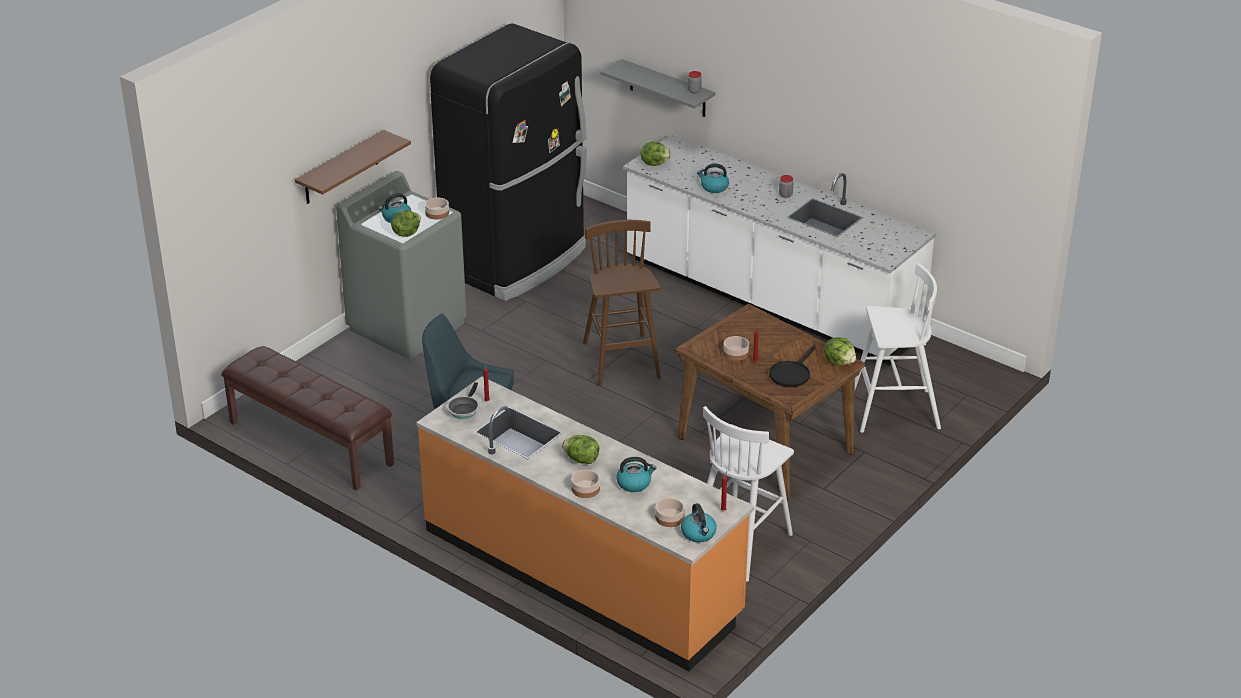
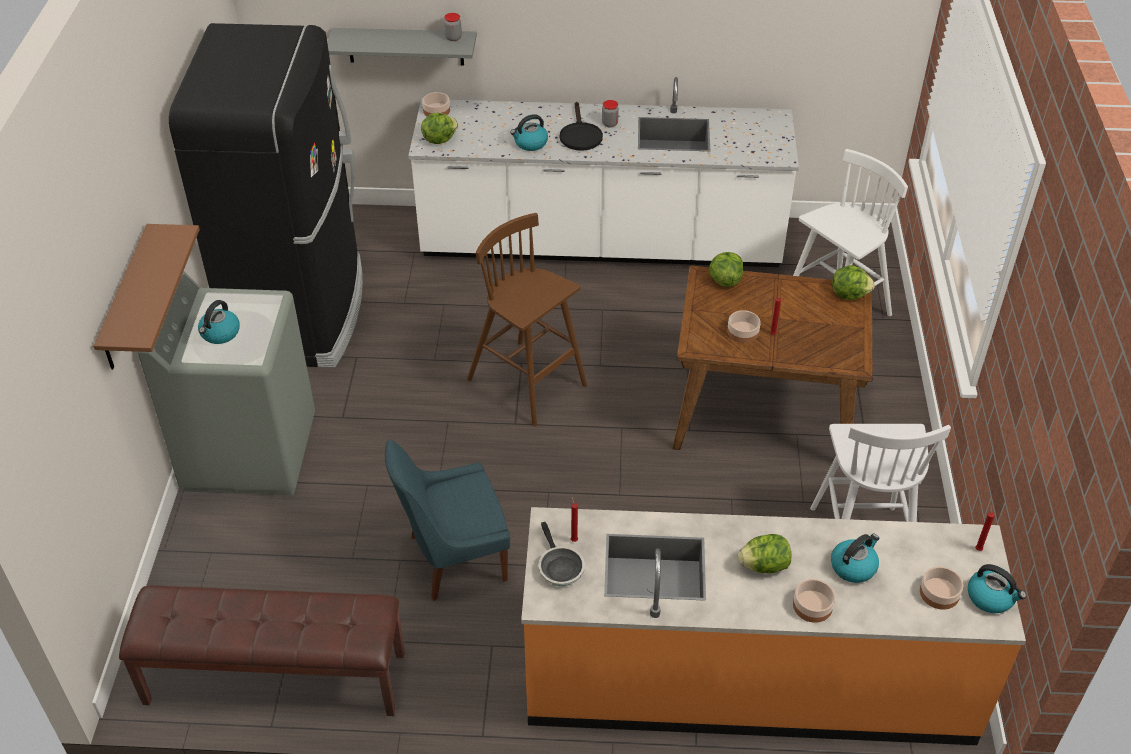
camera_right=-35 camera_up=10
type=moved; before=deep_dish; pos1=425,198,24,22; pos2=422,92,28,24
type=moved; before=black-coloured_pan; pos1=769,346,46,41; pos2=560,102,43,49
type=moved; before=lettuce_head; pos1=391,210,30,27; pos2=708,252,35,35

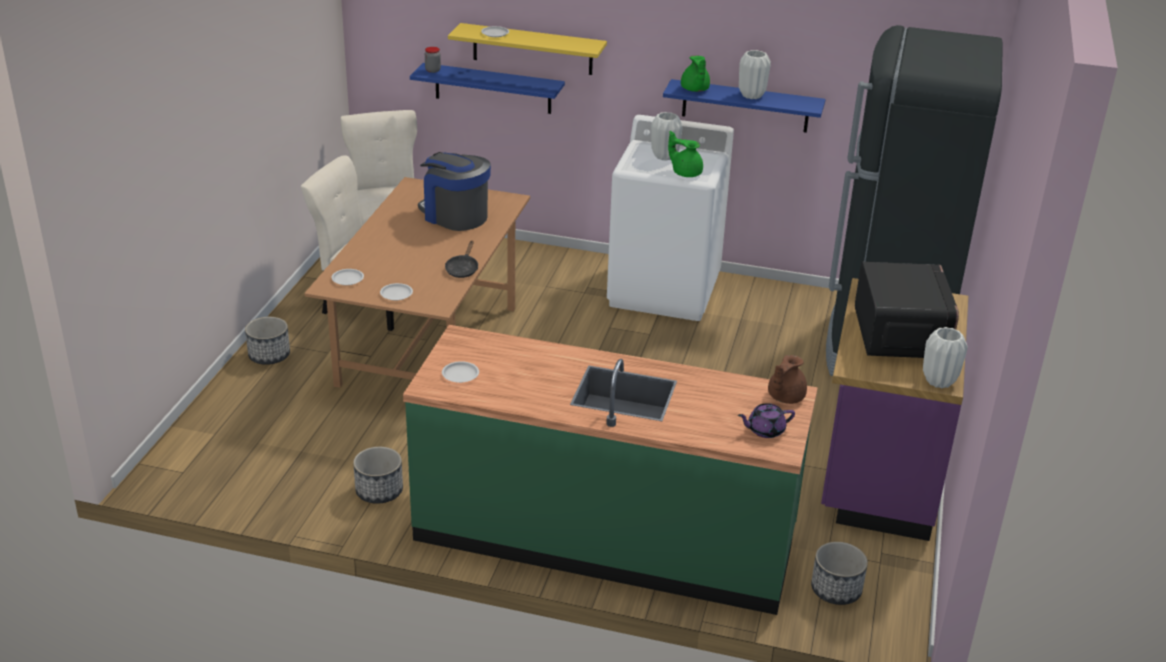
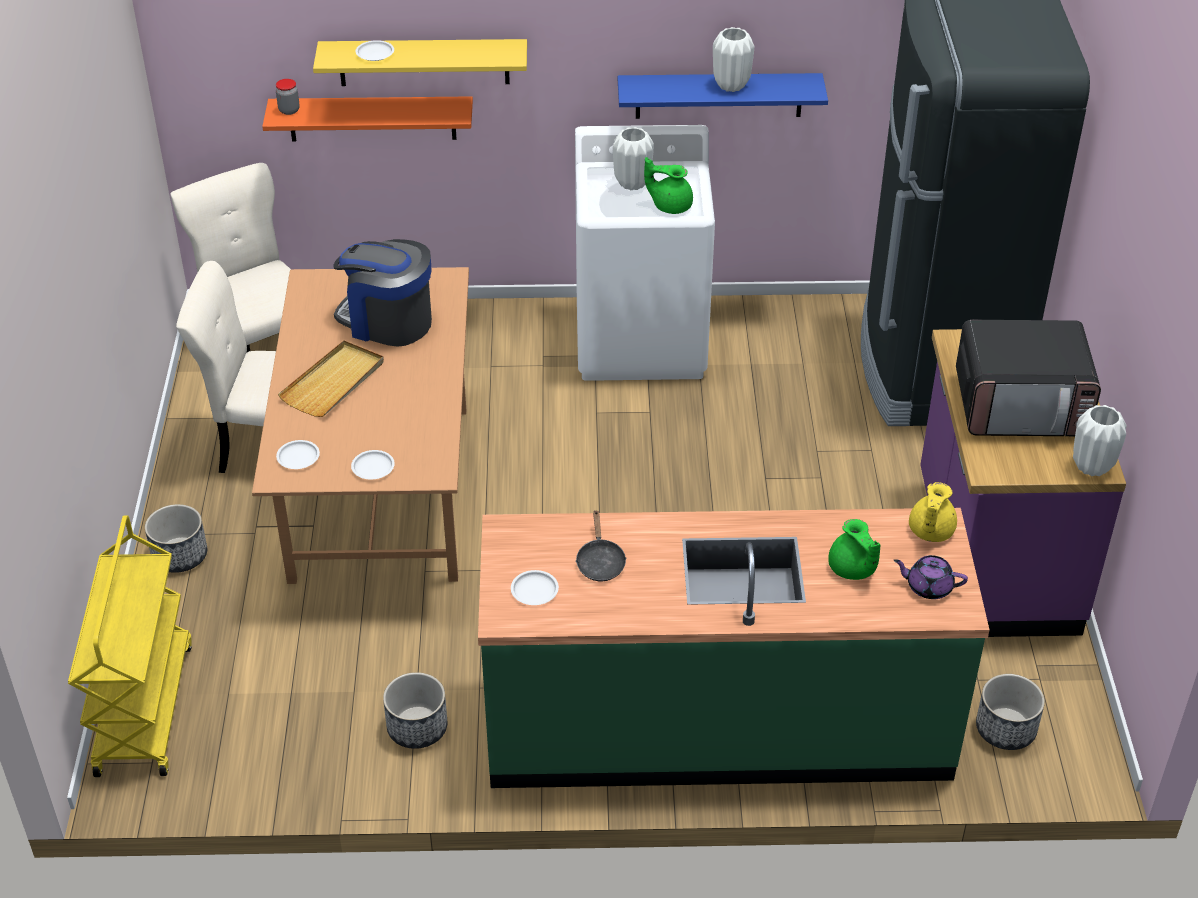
camera_right=-15 camera_up=10
type=added; after=yellow-coloured_wheeled_cart; pos2=68,515,124,262
type=recoloured; before=bluish_wall_shelf; after=orange-coloured_wall_shelf; pos1=410,63,155,51; pos2=262,96,211,46
type=added; after=beige_tray; pos2=278,340,106,77
type=moved; before=black-coloured_pan; pos1=445,241,33,37; pos2=575,510,52,71
type=moved; before=green-coloured_pot_for_tea; pos1=681,55,29,37; pos2=828,519,53,61
type=turned; before=purple_pot_for_tea; pos1=738,403,57,35; pos2=894,555,74,44; turn=45
type=recoloured; before=brown_pot_for_tea; after=yellow-coloured_pot_for_tea; pos1=768,355,39,49; pos2=909,482,48,60
type=turned; before=microwave; pos1=855,262,104,96; pos2=956,320,145,116; turn=105

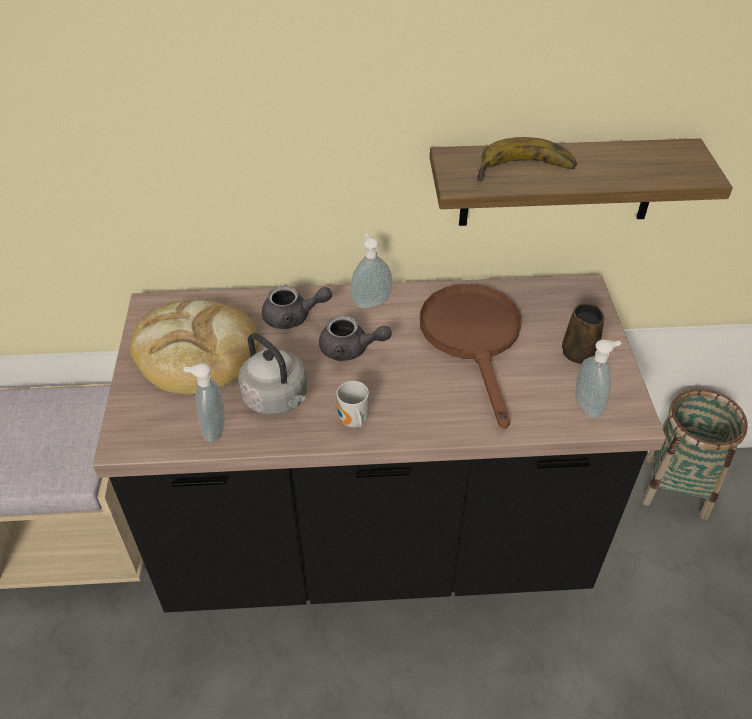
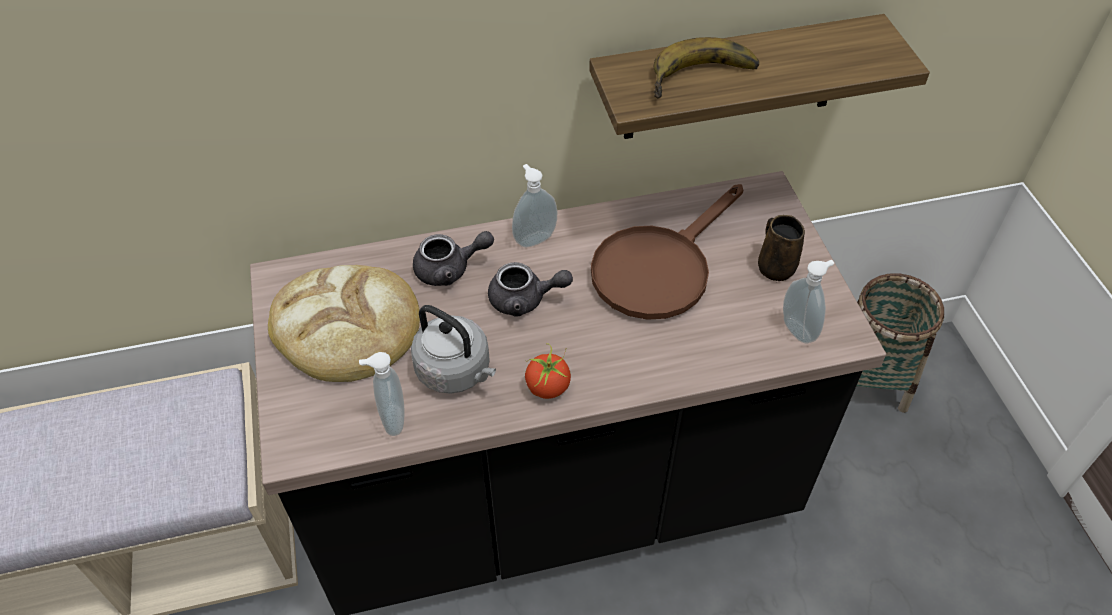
camera_right=-10 camera_up=5
type=replaced; before=tea_mug; after=whole_tomato; pos1=336,381,33,46; pos2=525,343,46,56
type=turned; before=brown_pan; pos1=420,284,102,145; pos2=591,184,152,136; turn=-120

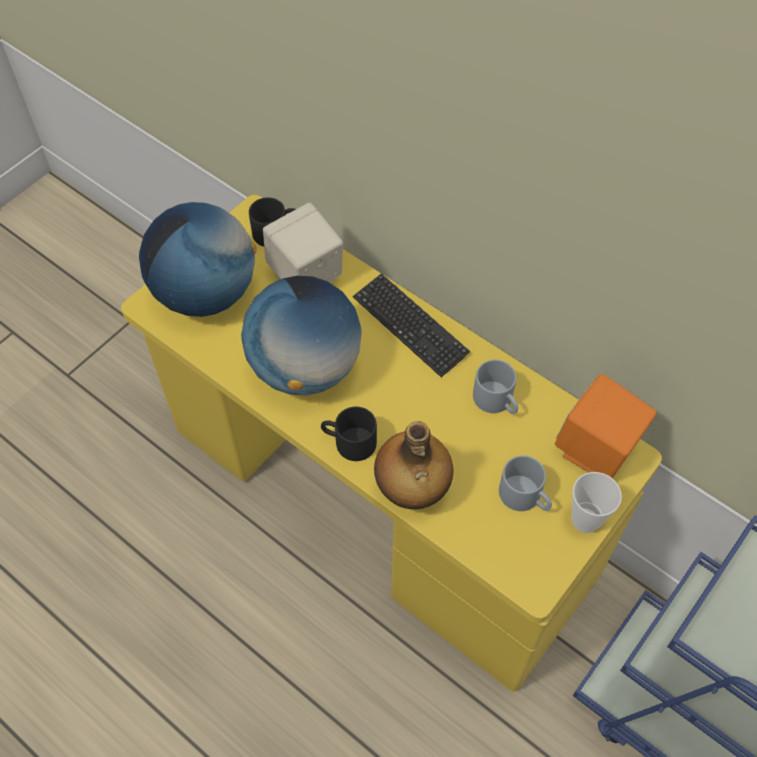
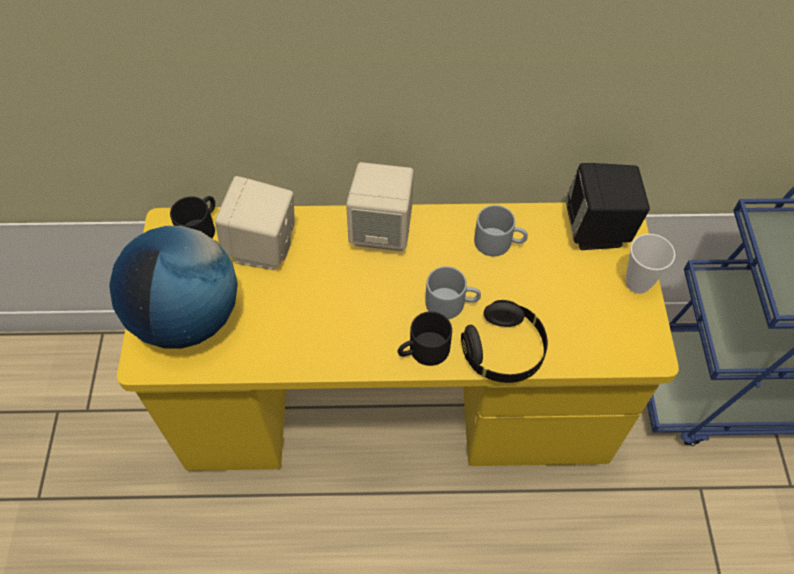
camera_right=-40 camera_up=0
type=replaced; before=computer_keyboard; after=beige_loudspeaker; pos1=353,273,117,104; pos2=346,162,68,89
type=moved; before=grey_tea_mug; pos1=499,455,53,56; pos2=425,266,56,53
type=replaced; before=bottle; after=black-coloured_headphones; pos1=374,421,79,88; pos2=461,300,87,83
type=recoloured; before=orange-coloured_loudspeaker; after=black-coloured_loudspeaker; pos1=555,374,102,104; pos2=565,163,85,87
type=removed; before=desk_globe; pos1=241,276,121,119

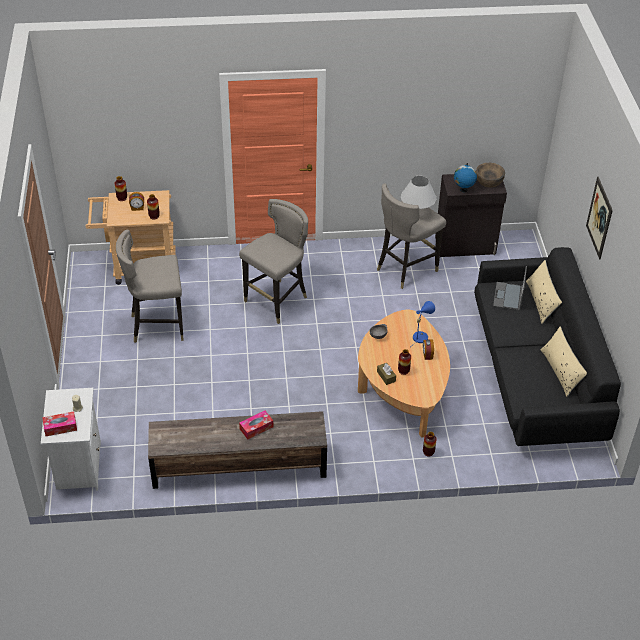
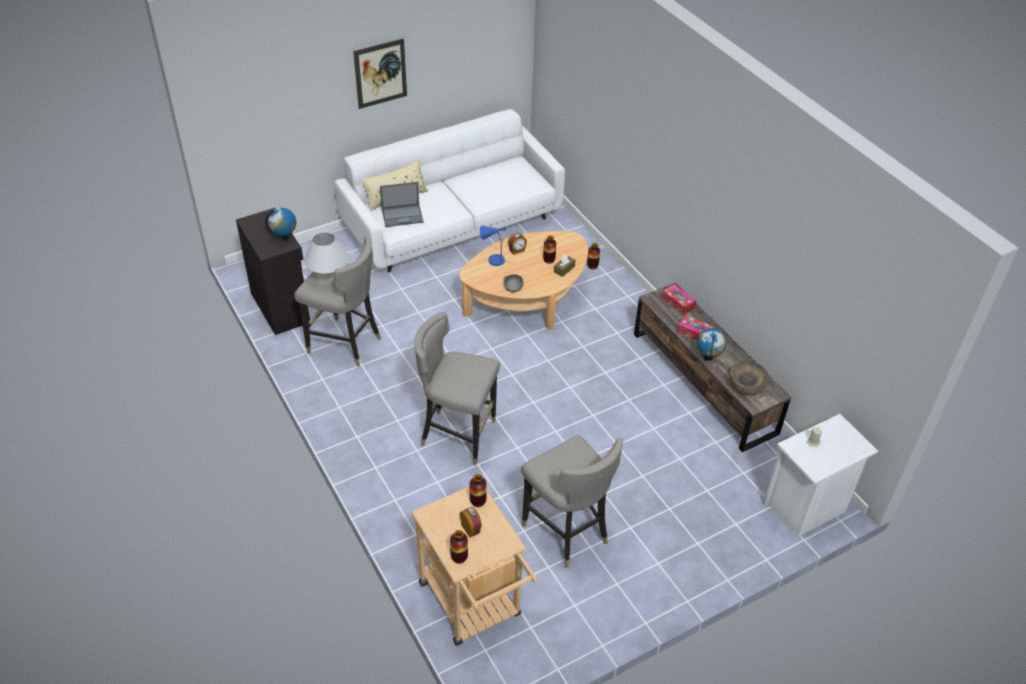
camera_right=-115 camera_up=0
type=recoloured; before=black-coloured_sofa; after=whitish_sofa; pos1=474,247,147,199; pos2=334,109,231,164
type=moved; before=tissue_holder; pos1=42,411,35,25; pos2=662,284,34,31
type=added; after=desk_globe; pos2=697,328,30,33
type=moved; before=brown_deep_dish; pos1=476,163,29,25; pos2=730,361,39,35
type=removed; before=beige_cushion; pos1=540,327,47,70

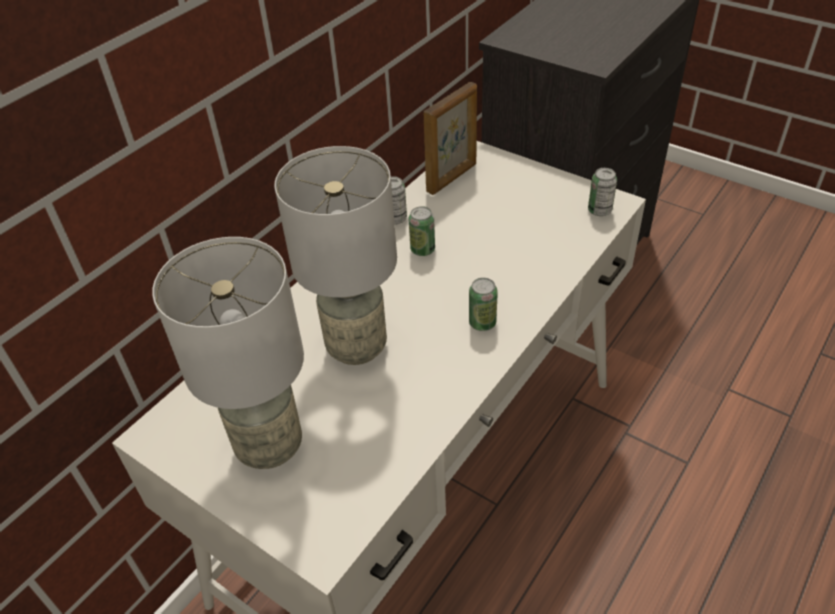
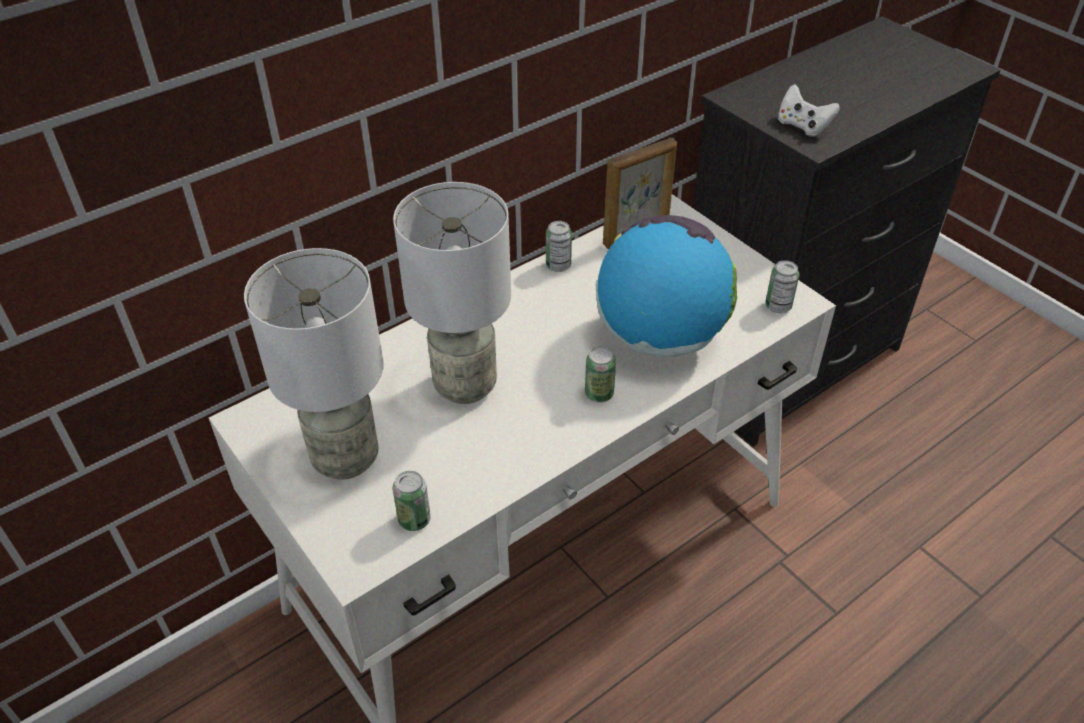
camera_right=15 camera_up=0
type=moved; before=sealed_can; pos1=409,206,26,50; pos2=393,471,38,60
type=added; after=desk_globe; pos2=596,215,141,142
type=added; after=whitish_gamepad; pos2=778,84,62,53

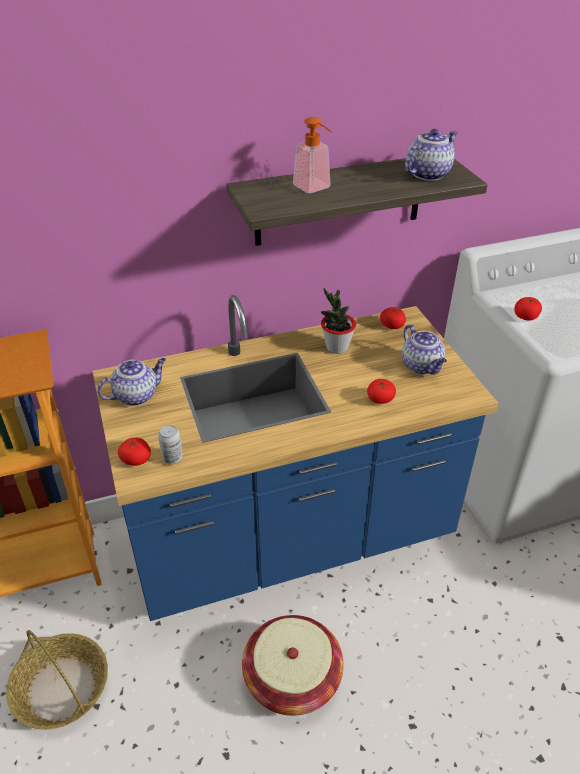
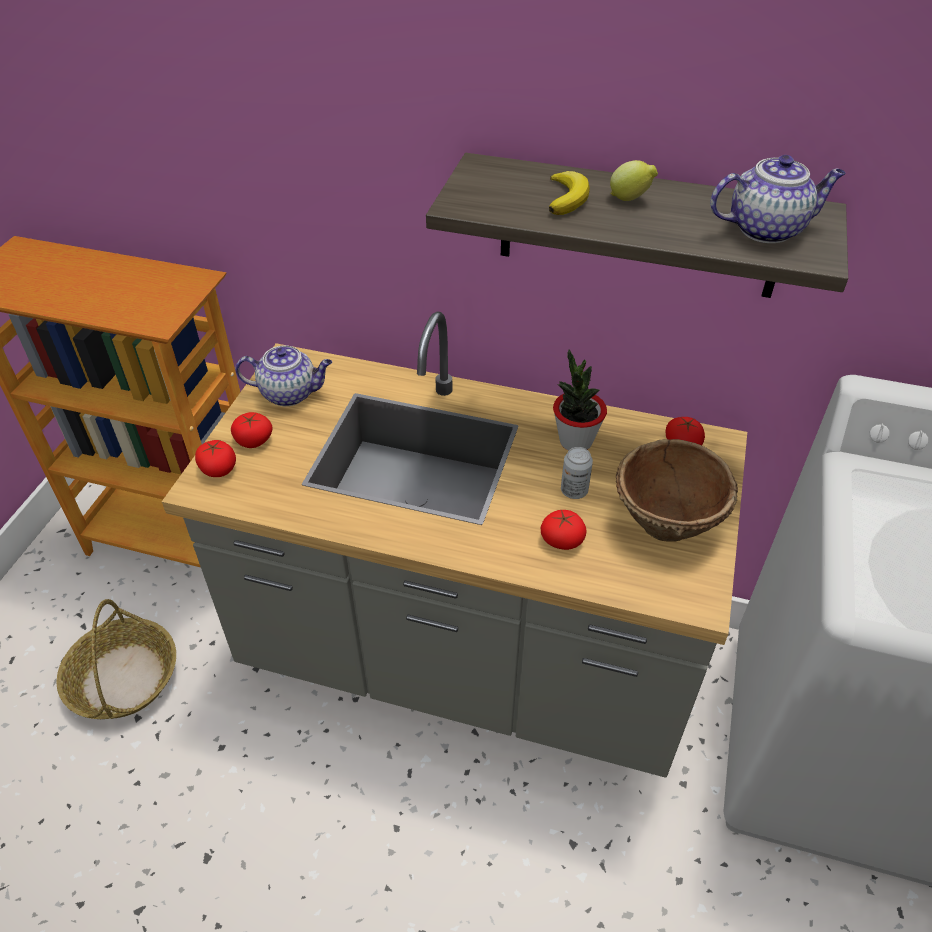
camera_right=35 camera_up=5
type=recoloured; before=bluish_kitchen_counter; after=grey_kitchen_counter; pos1=93,295,406,326; pos2=162,311,585,467
type=moved; before=whole_tomato; pos1=514,297,28,24; pos2=231,412,41,36
type=replaced; before=liquid_soap_bottle; after=banana_fruit; pos1=293,117,38,76; pos2=549,171,41,44
type=moved; before=sealed_can; pos1=158,425,25,39; pos2=561,447,32,52
type=added; after=lemon; pos2=610,160,48,41
type=replaced; before=pot_for_tea; after=brown_deep_dish; pos1=402,324,45,51; pos2=616,439,122,103
type=removed; before=storage_basket; pos1=242,615,101,101

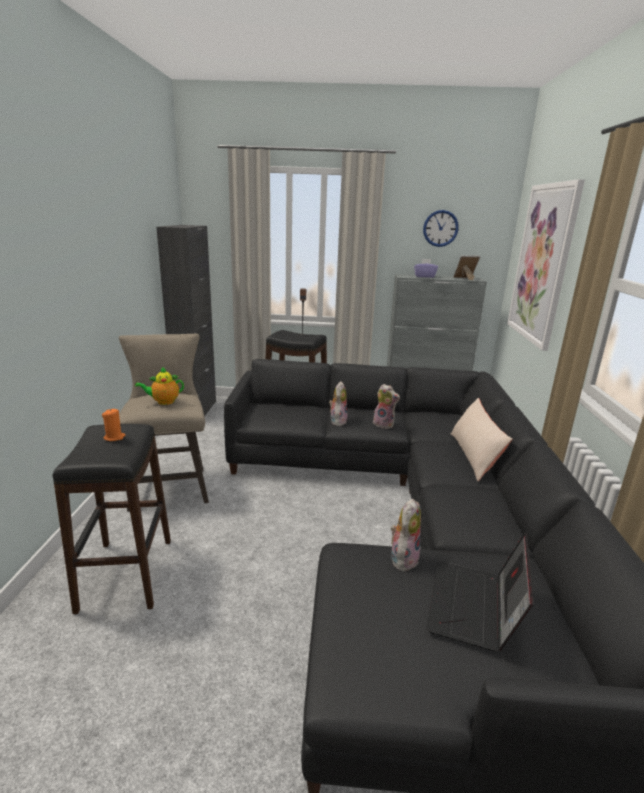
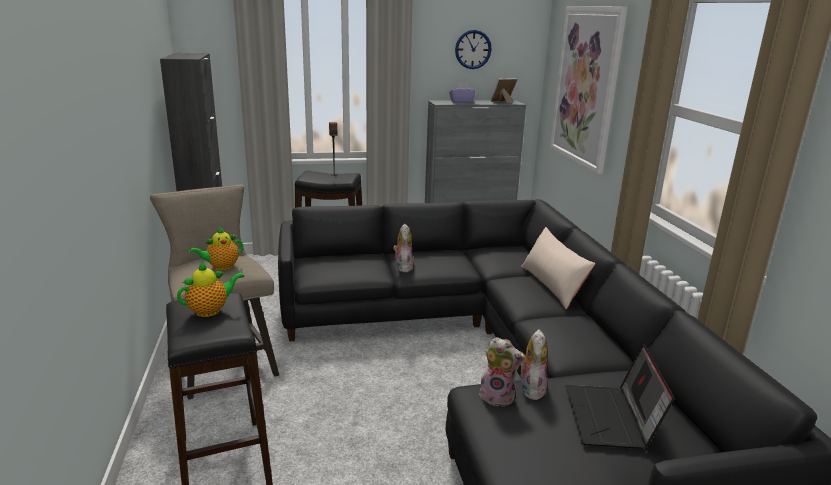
camera_right=-15 camera_up=0
type=replaced; before=orange-coloured_wax_candle; after=pot_for_tea; pos1=102,409,24,32; pos2=177,261,68,56
type=moved; before=cuddly_toy; pos1=373,384,27,45; pos2=479,337,47,70

